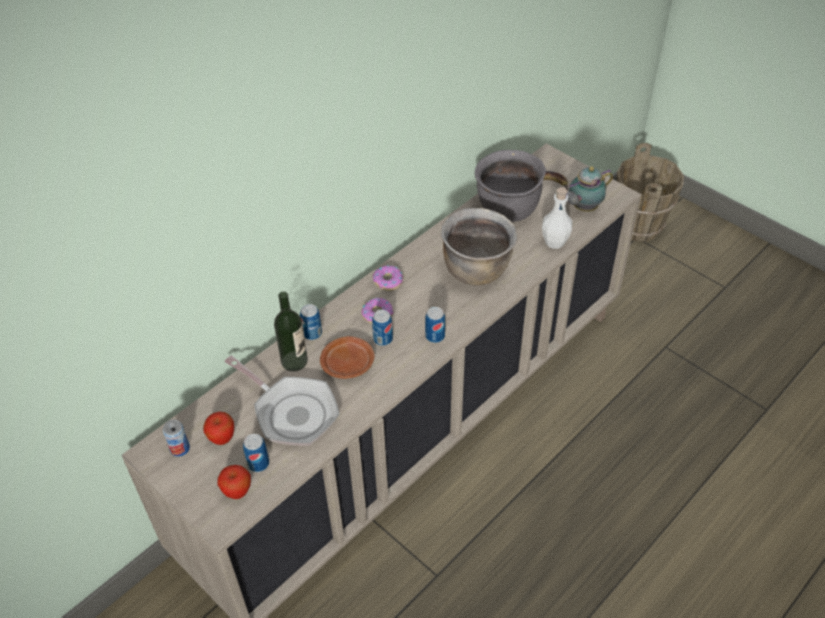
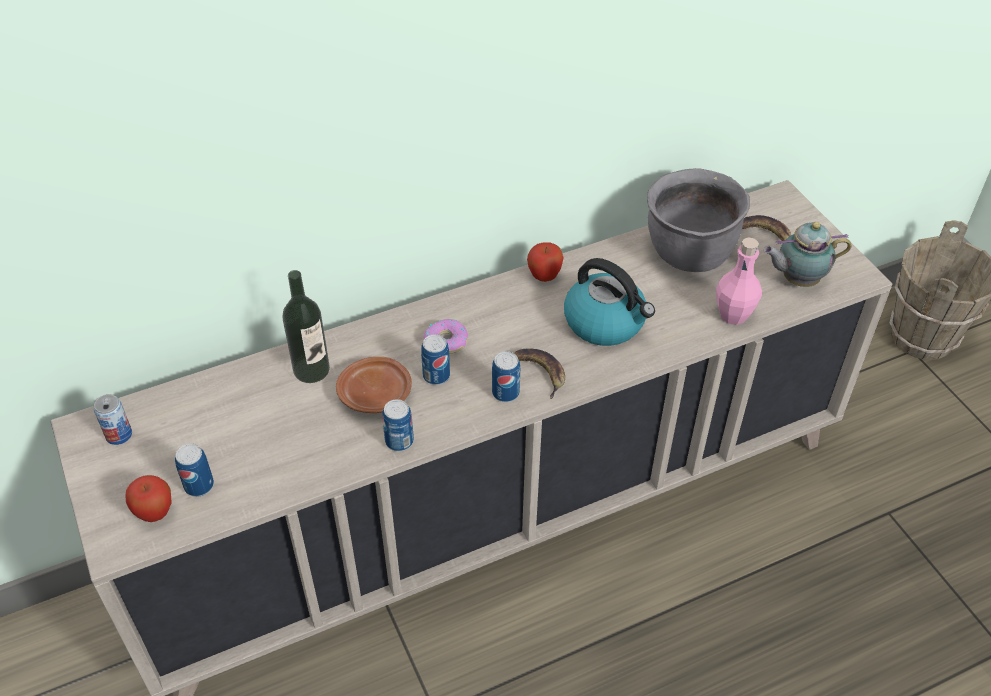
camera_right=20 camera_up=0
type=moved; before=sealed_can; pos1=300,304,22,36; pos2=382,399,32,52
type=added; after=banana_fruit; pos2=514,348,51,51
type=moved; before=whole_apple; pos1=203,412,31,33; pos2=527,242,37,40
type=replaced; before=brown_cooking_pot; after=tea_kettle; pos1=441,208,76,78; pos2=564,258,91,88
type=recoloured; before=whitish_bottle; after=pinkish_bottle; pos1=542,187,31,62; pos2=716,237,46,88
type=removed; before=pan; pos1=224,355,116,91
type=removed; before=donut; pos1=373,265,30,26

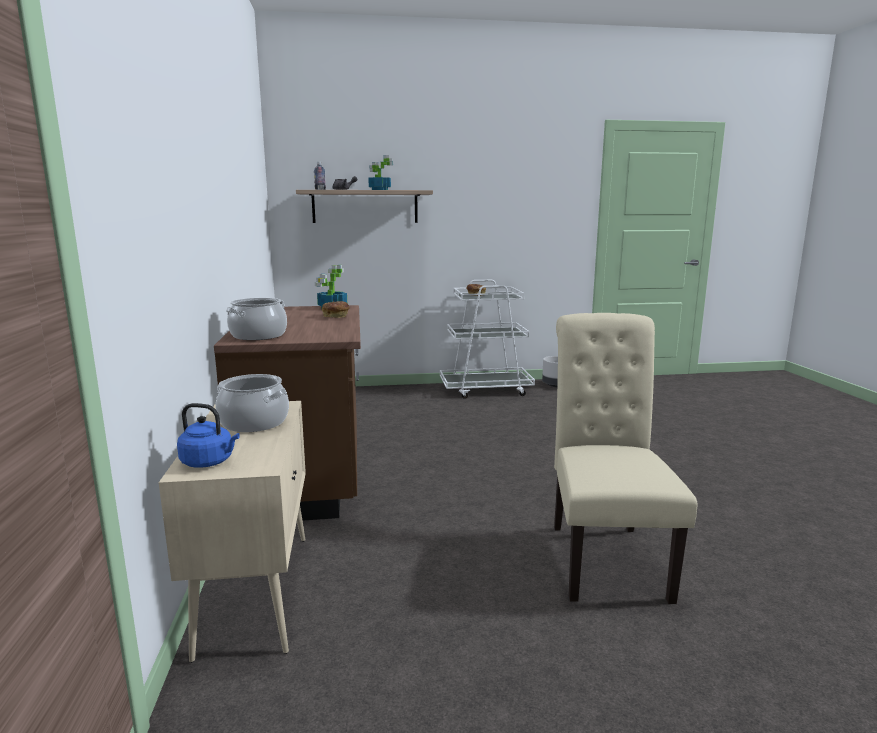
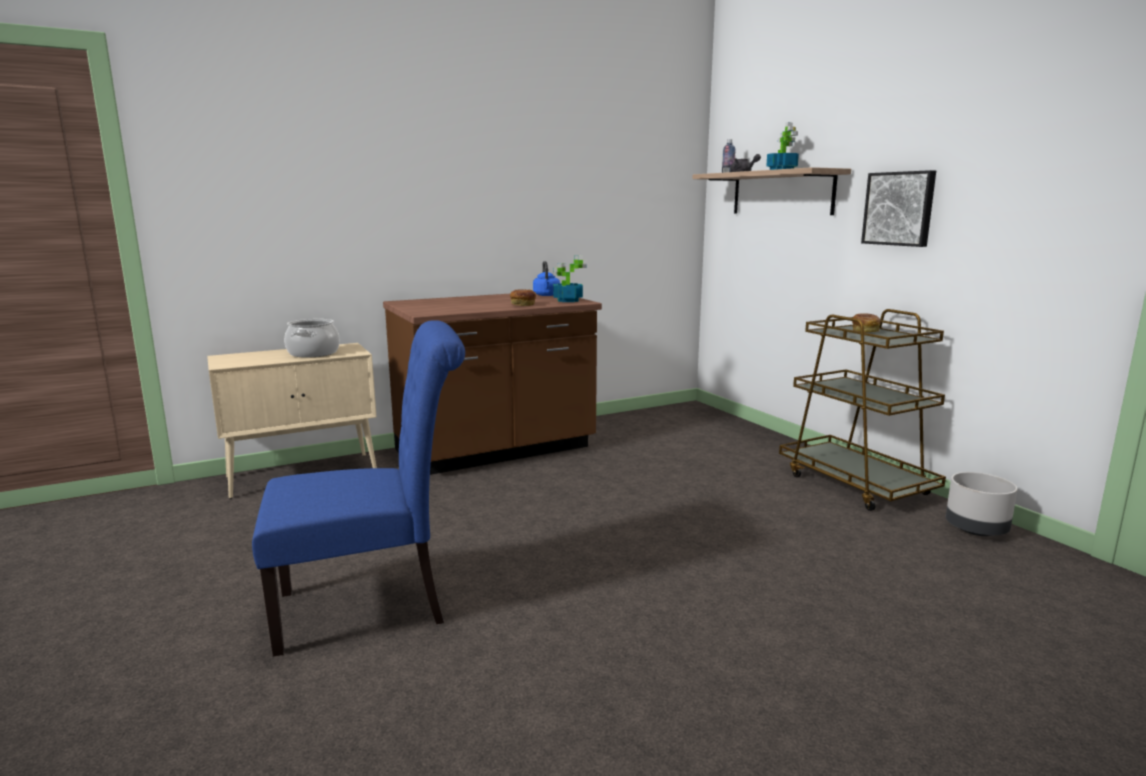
camera_right=70 camera_up=0
type=recoloured; before=beige_plain_chair; after=bluish_plain_chair; pos1=554,313,143,291; pos2=252,320,213,337
type=moved; before=bluish_tea_kettle; pos1=177,403,63,65; pos2=533,261,27,35
type=recoloured; before=whitish_wheeled_cart; after=brown_wheeled_cart; pos1=440,280,95,119; pos2=779,309,167,202
type=added; after=wall_picture; pos2=861,170,75,77
type=removed; before=cooking_pot; pos1=226,298,61,42

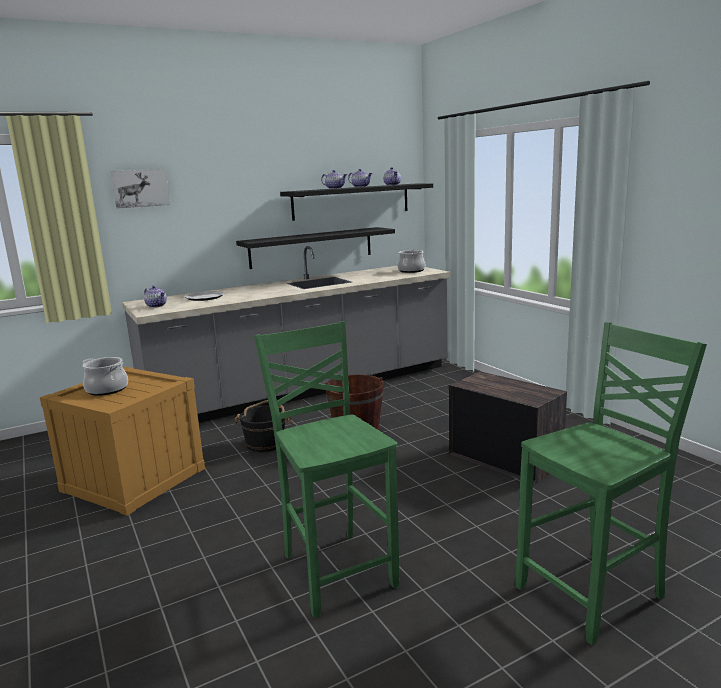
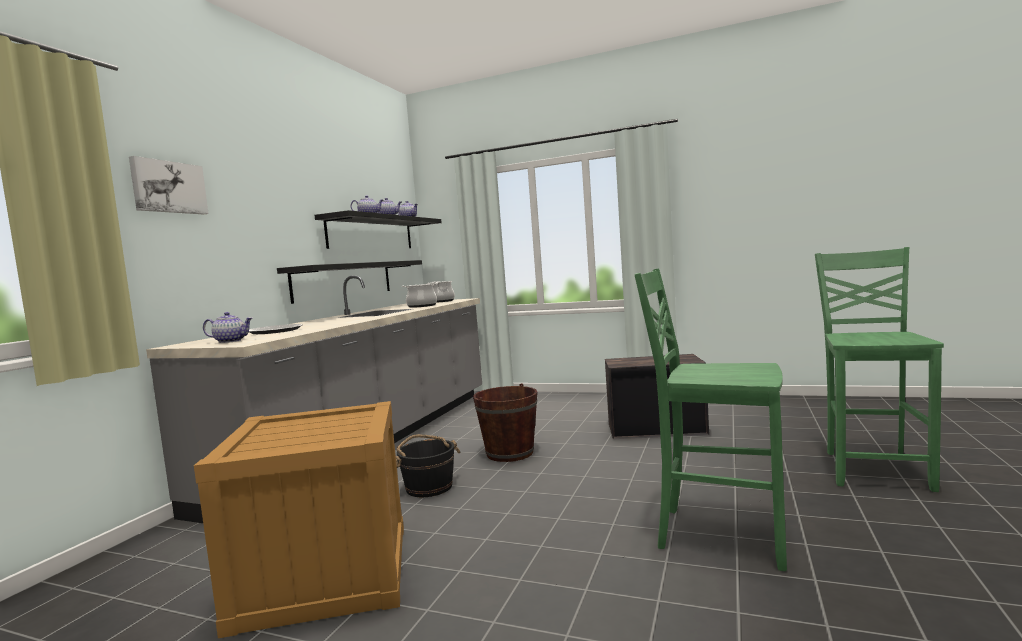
camera_right=-40 camera_up=-10
type=moved; before=cooking_pot; pos1=82,357,46,39; pos2=402,283,36,25

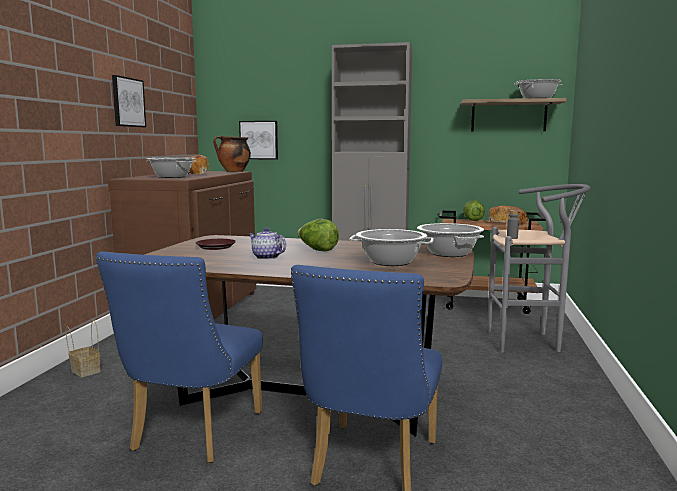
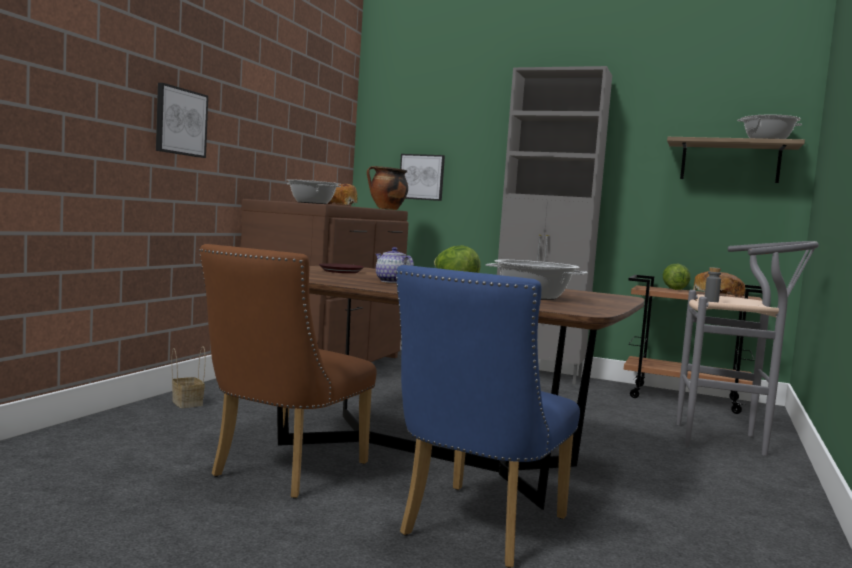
camera_right=10 camera_up=-5
type=moved; before=wall_picture; pos1=112,75,34,52; pos2=156,83,52,75
type=recoloured; before=bluish_plain_chair; after=brown_plain_chair; pos1=96,251,167,212; pos2=199,244,178,255
type=removed; before=cooking_pot; pos1=417,223,67,34

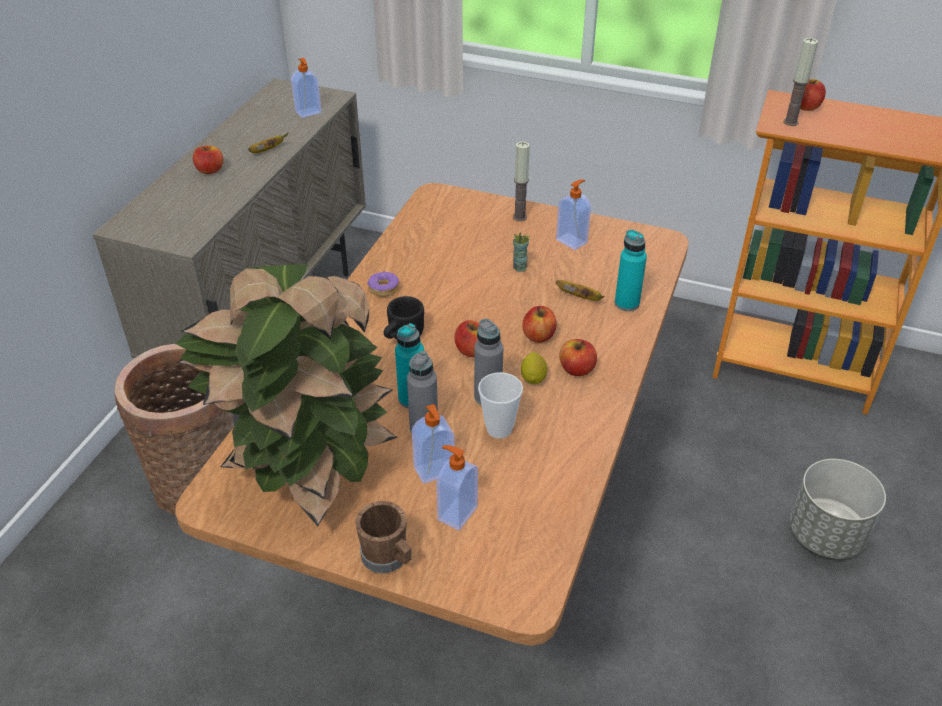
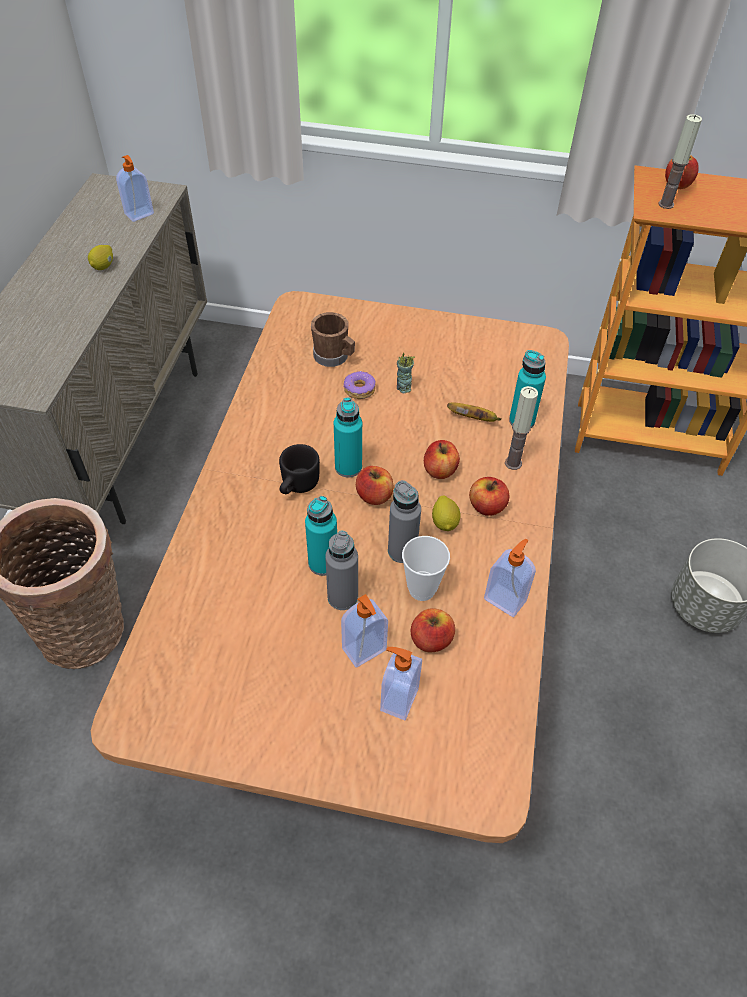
camera_right=-10 camera_up=10
type=replaced; before=banana_fruit; after=lemon; pos1=248,132,40,21; pos2=88,245,25,25
type=moved; before=brown_tea_mug; pos1=355,501,57,73; pos2=311,312,44,55
type=added; after=blue-green_bottle; pos2=334,397,28,81
type=moved; before=donut; pos1=367,271,32,26; pos2=343,371,33,28
type=moved; before=whole_apple; pos1=193,146,30,28; pos2=410,608,45,44
type=moved; before=liquid_soap_bottle; pos1=556,179,35,71; pos2=484,539,52,78
type=moved; before=wax_candle; pos1=513,142,17,79; pos2=505,386,33,84
type=removed; before=houseplant; pos1=175,264,222,262

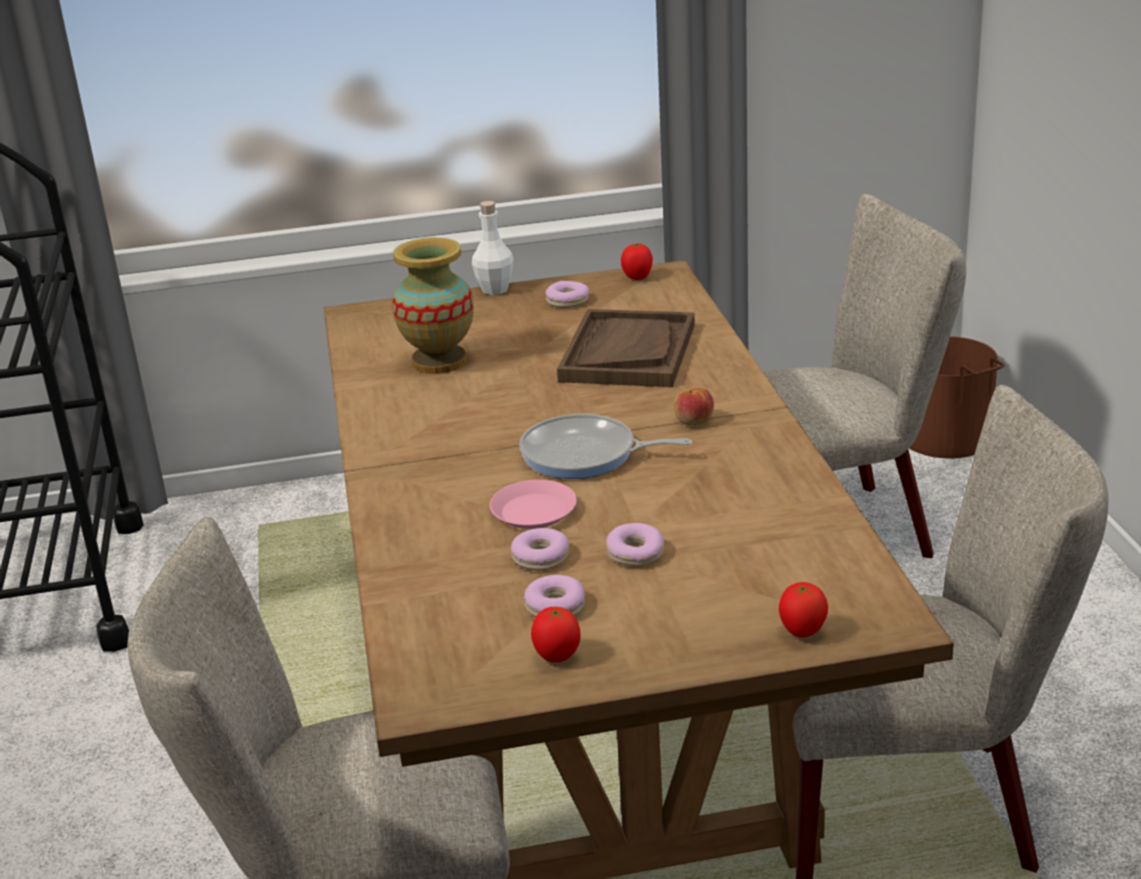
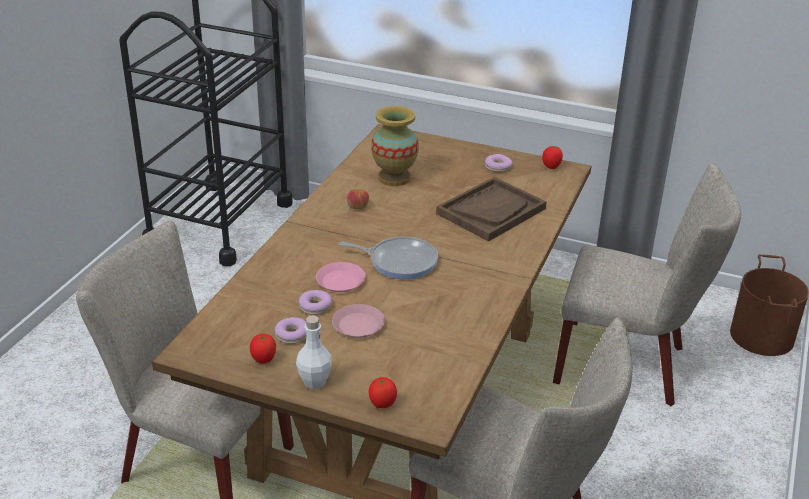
camera_right=30 camera_up=5
type=moved; before=whitish_bottle; pos1=472,201,41,94; pos2=296,315,36,74
type=replaced; before=donut; after=pinkish_flat_dish; pos1=606,523,58,43; pos2=332,304,53,34
type=turned; before=pan; pos1=519,414,173,65; pos2=339,237,99,42; turn=150
type=moved; before=whole_apple; pos1=674,388,40,38; pos2=347,189,22,21

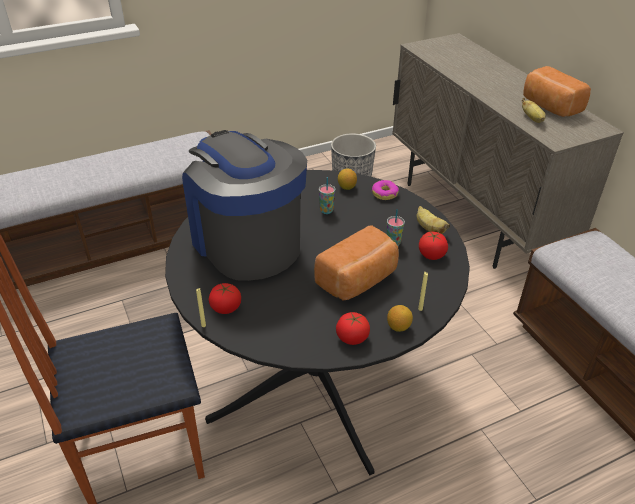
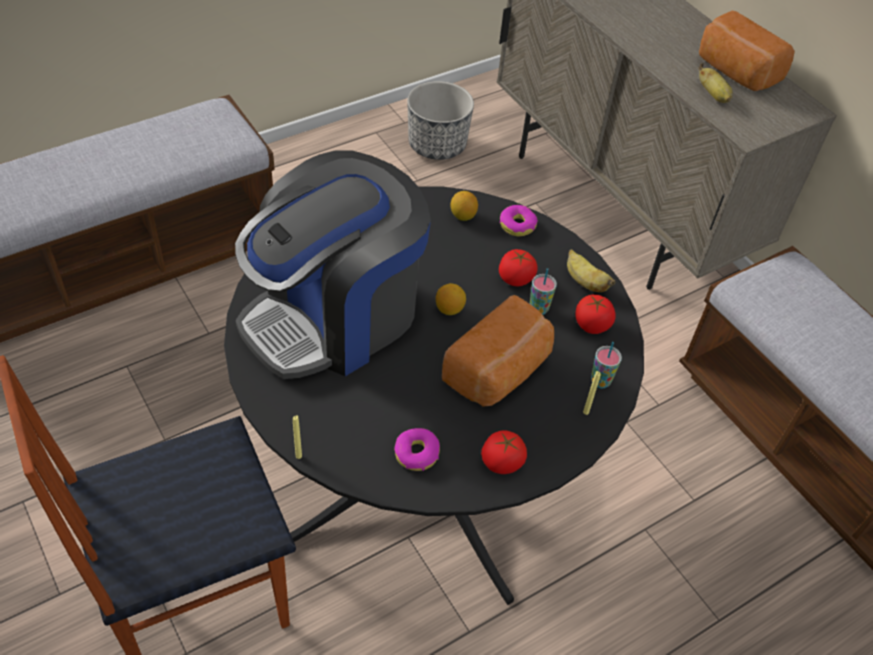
camera_right=-10 camera_up=10
type=turned; before=coffee_machine; pos1=182,130,125,151; pos2=235,150,196,229; turn=-90
type=added; after=donut; pos2=394,428,46,43
type=moved; before=lemon; pos1=387,305,26,27; pos2=436,283,30,32
type=moved; before=whole_tomato; pos1=209,283,32,31; pos2=499,249,39,37
type=moved; before=small_cup; pos1=319,177,16,37; pos2=591,342,31,46

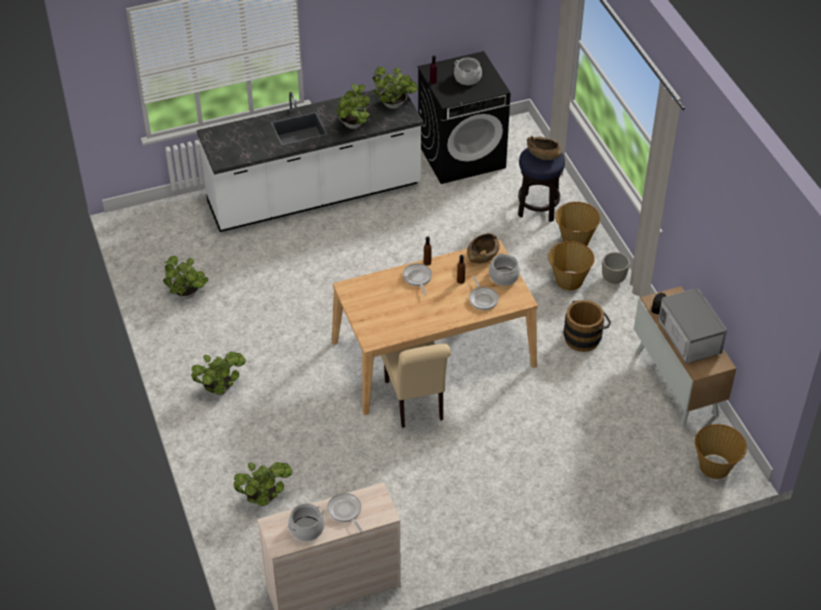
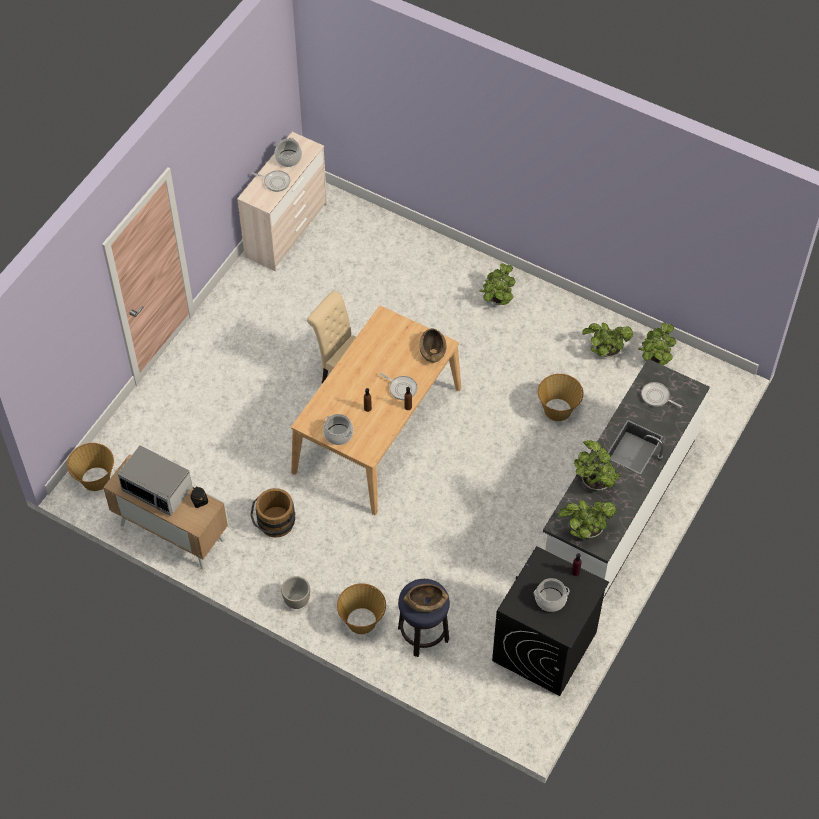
camera_right=140 camera_up=10
type=moved; before=brown_deep_dish; pos1=467,234,33,30; pos2=419,328,28,35
type=moved; before=storage_basket; pos1=548,241,47,50; pos2=538,374,45,47
type=moved; before=houseplant; pos1=234,462,58,44; pos2=638,322,38,43
type=moved; before=pan; pos1=469,276,30,34; pos2=641,382,41,26

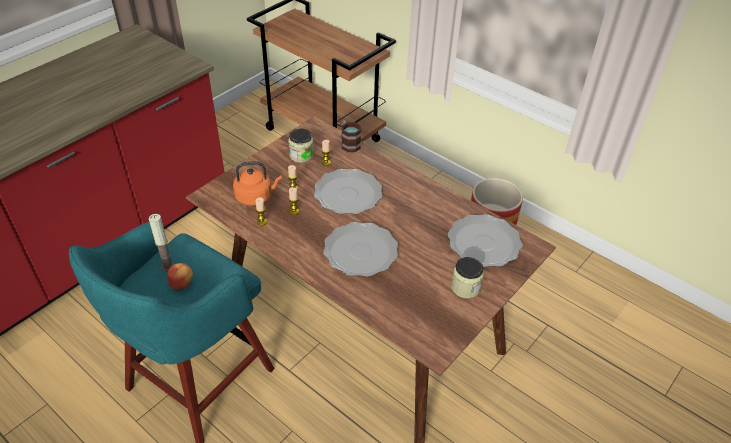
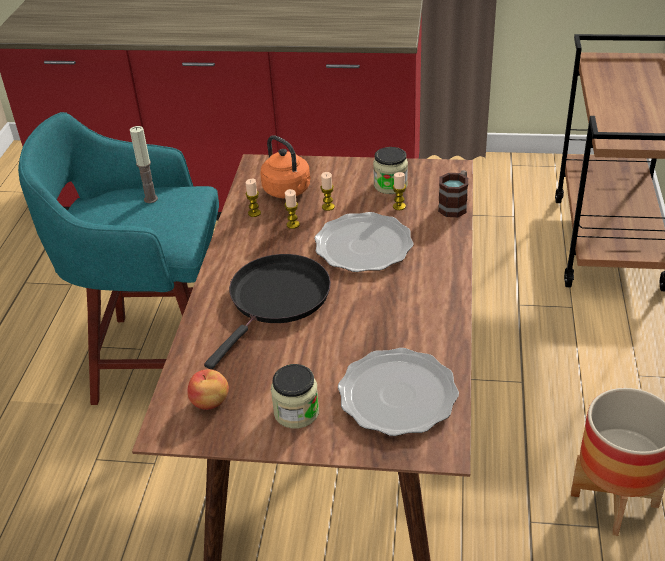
camera_right=60 camera_up=-5
type=moved; before=whole_apple; pos1=167,263,26,27; pos2=187,369,42,41
type=replaced; before=flat_dish; after=black-coloured_pan; pos1=323,222,75,55; pos2=204,254,127,115

